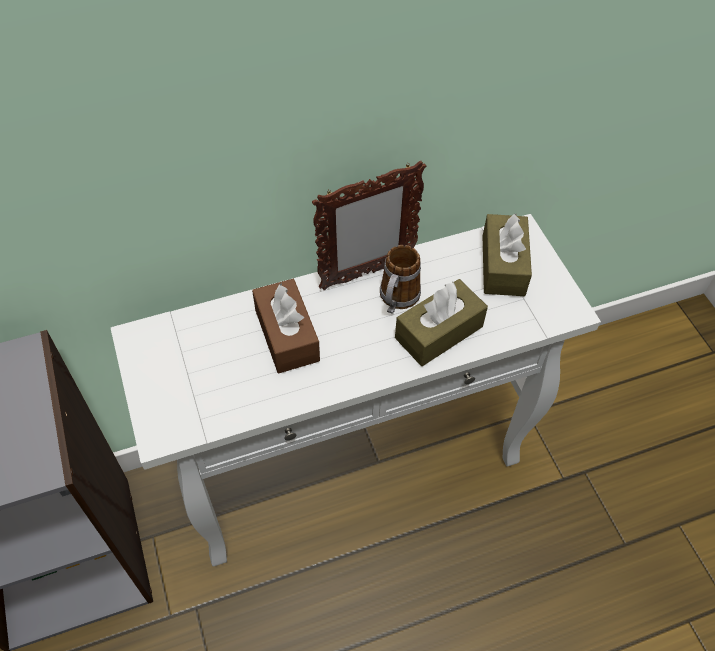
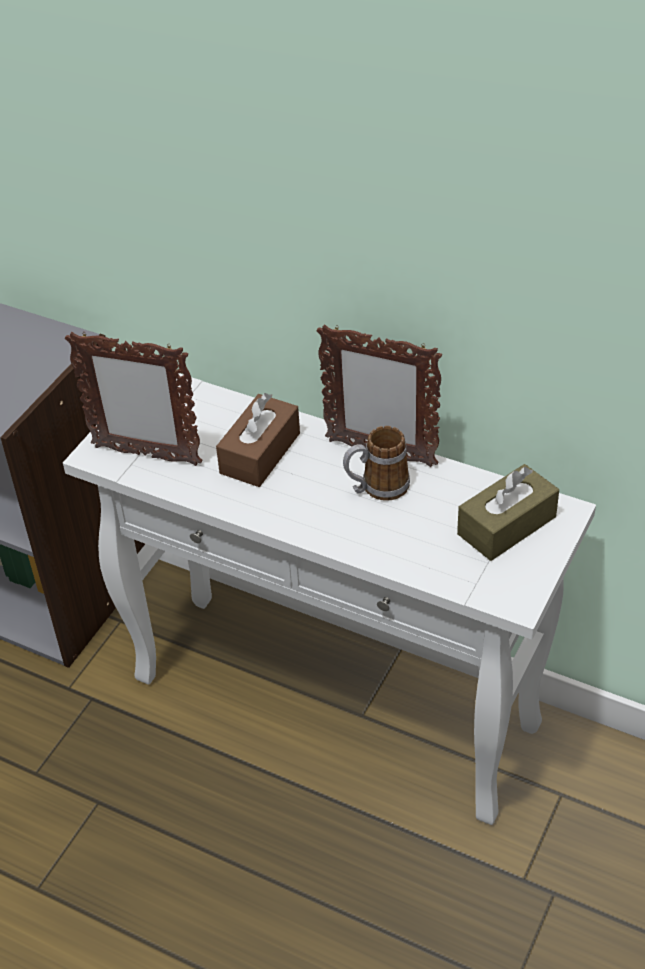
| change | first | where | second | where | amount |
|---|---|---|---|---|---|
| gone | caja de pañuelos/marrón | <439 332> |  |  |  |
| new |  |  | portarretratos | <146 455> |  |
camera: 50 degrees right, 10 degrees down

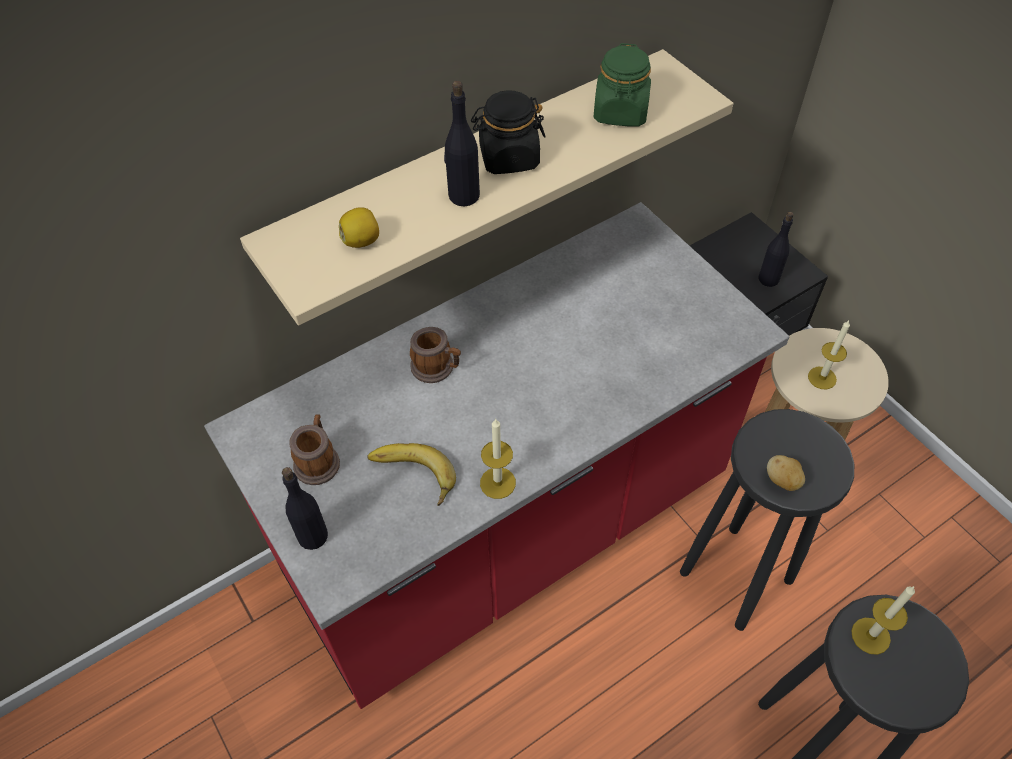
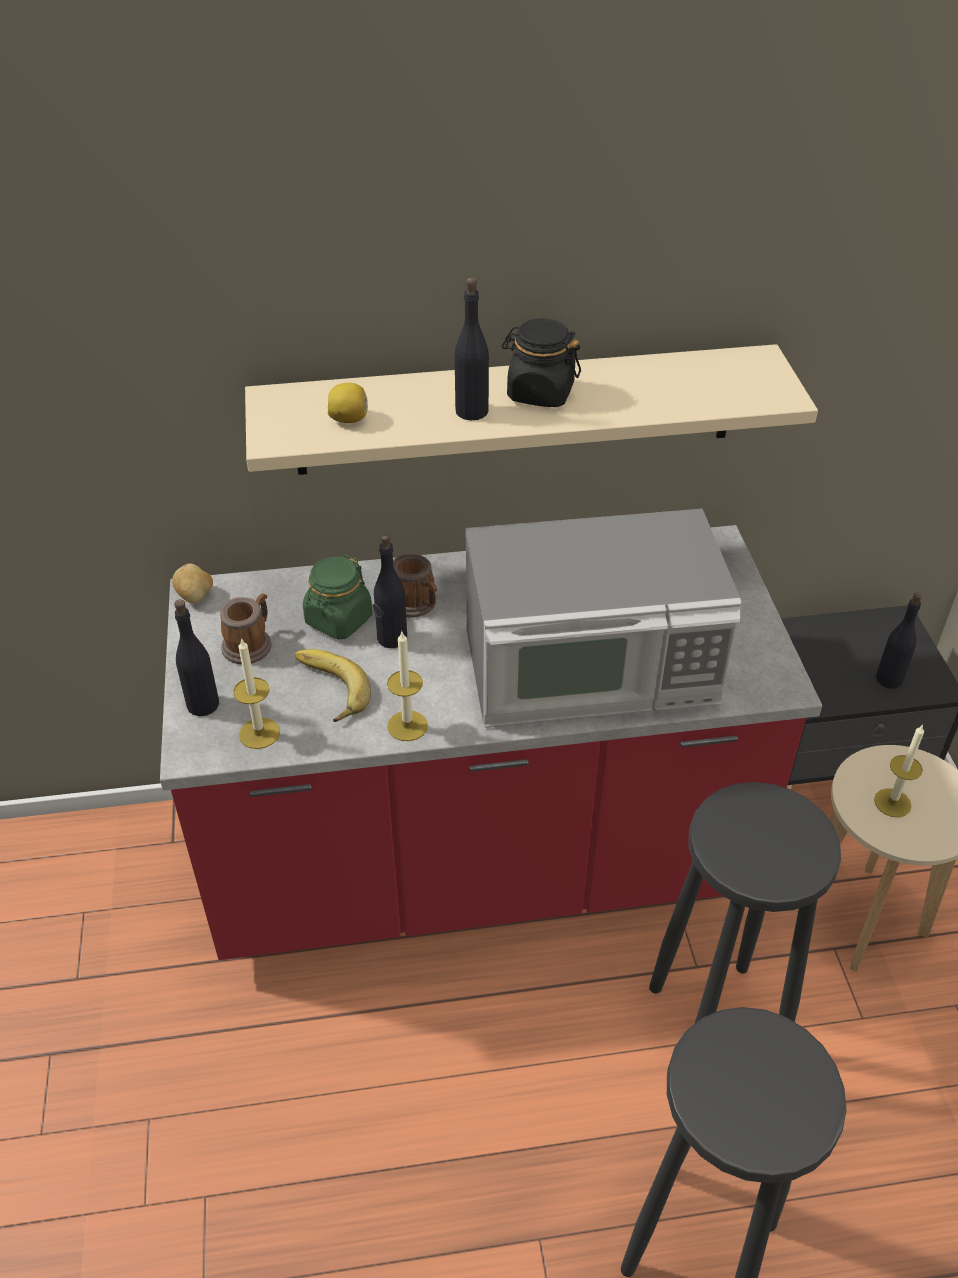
| change | first | where | second | where | amount |
|---|---|---|---|---|---|
| shifted | tarro/verde | <620 112> |  | <338 620> |  |
| shifted | patata | <782 481> |  | <195 596> |  |
| shifted | vela | <870 636> |  | <259 733> |  |
| new |  |  | microondas | <592 669> |  |
| new |  |  | botella/negro | <391 638> |  |
camera: 25 degrees right, 10 degrees down

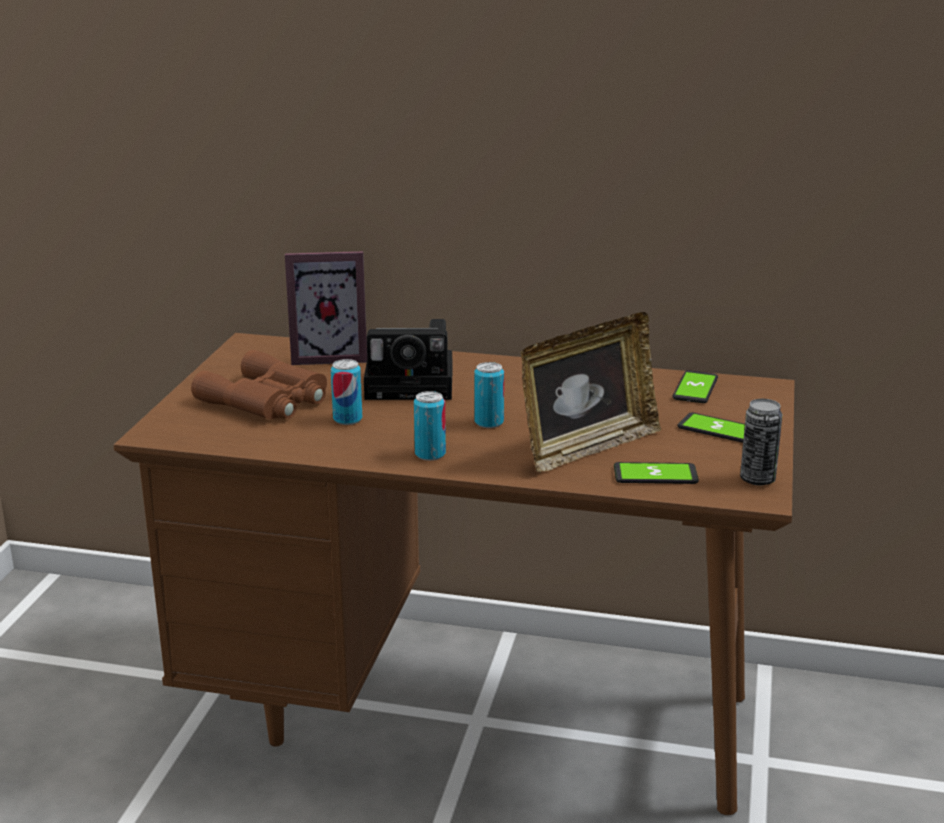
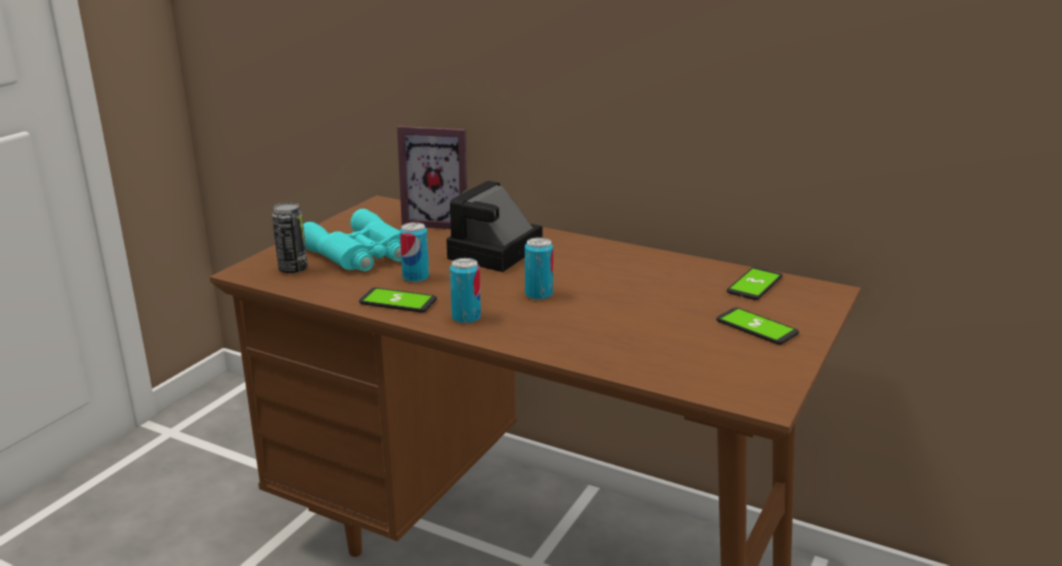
| change | first | where | second | where | amount |
|---|---|---|---|---|---|
| gone | portarretratos | <587 447> |  |  |  |
| rotated | cámara | <414 385> |  | <494 253> | 105 degrees clockwise |
| repainted | prismáticos/marrón | <267 400> | prismáticos/turquesa | <360 253> |  |
| shifted | lata | <757 480> |  | <293 269> |  |
| shifted | móvil | <655 475> |  | <398 301> |  |
camera: 15 degrees right, 0 degrees up

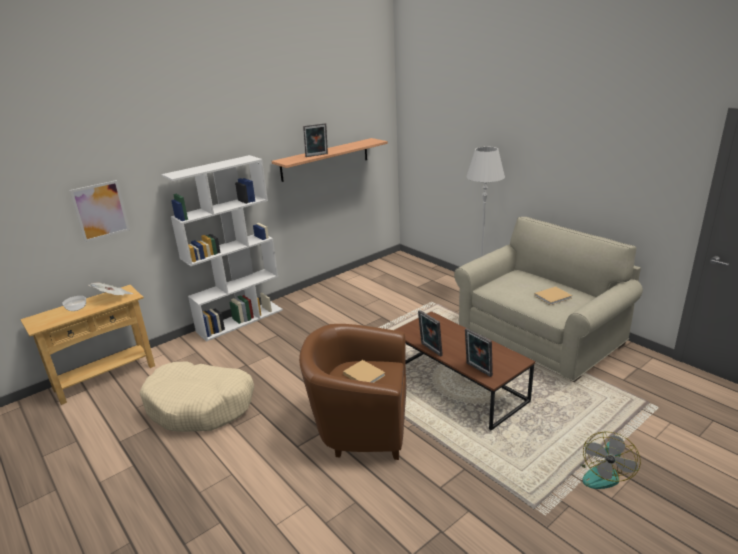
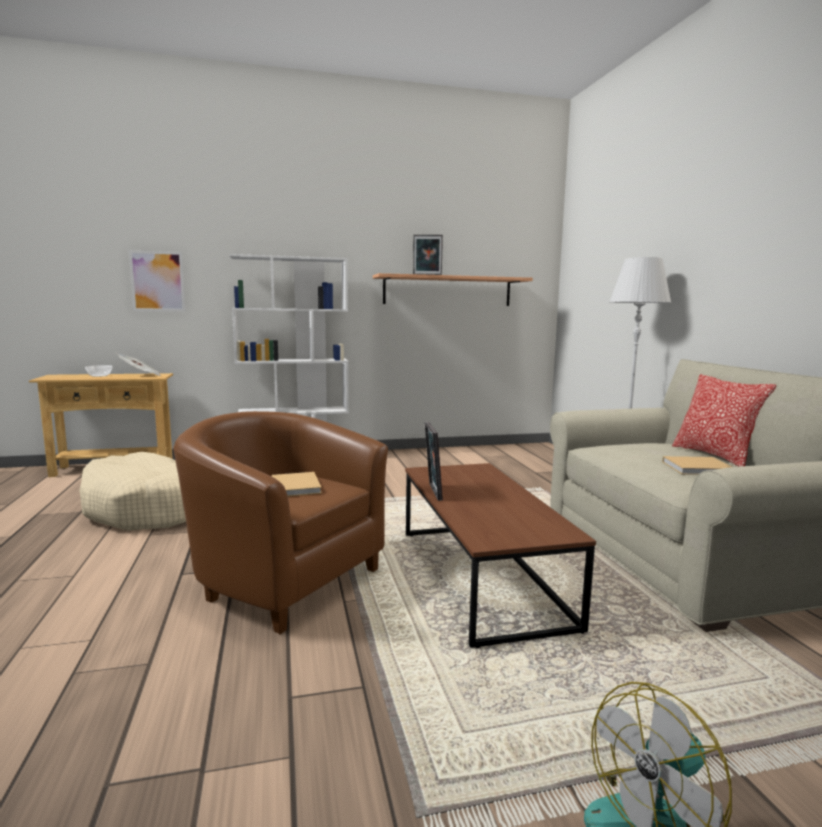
| change | first | where | second | where | amount |
|---|---|---|---|---|---|
| gone | portarretratos | <477 370> |  |  |  |
| new |  |  | cojín | <714 455> |  |
camera: 25 degrees right, 15 degrees down

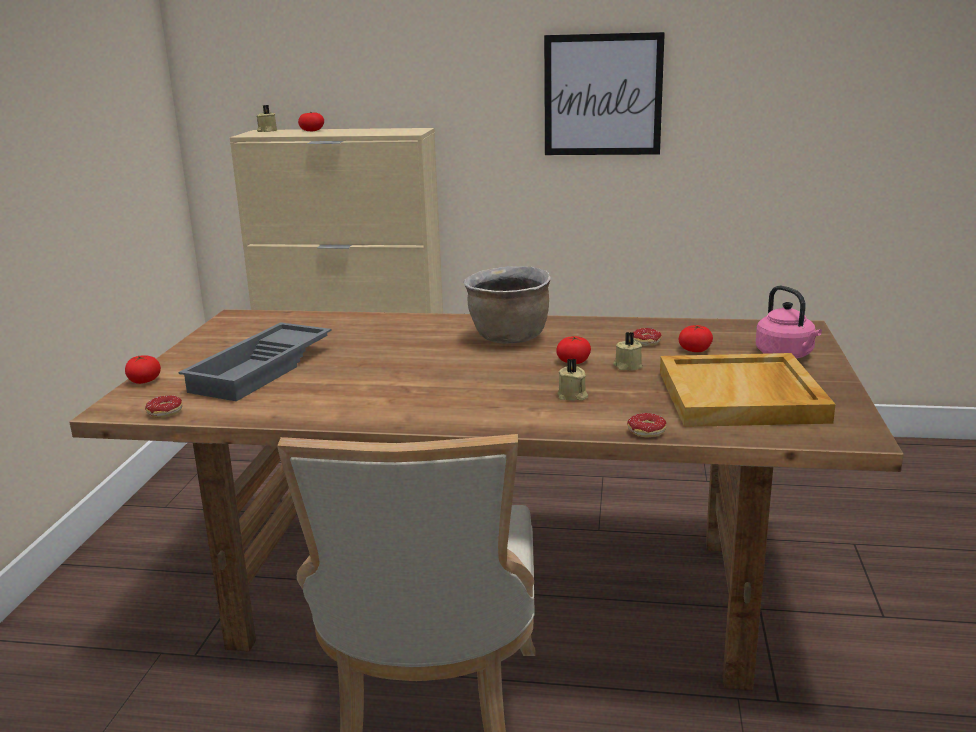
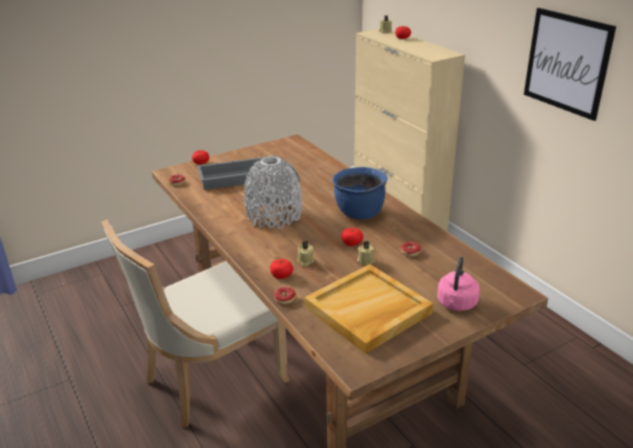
| change | first | where | second | where | amount |
|---|---|---|---|---|---|
| repainted | olla/marrón | <509 338> | olla/azul | <359 213> |  |
| shifted | tomate | <695 349> |  | <281 275> |  |
| new |  |  | florero/gris | <274 215> |  |
camera: 50 degrees right, 10 degrees up

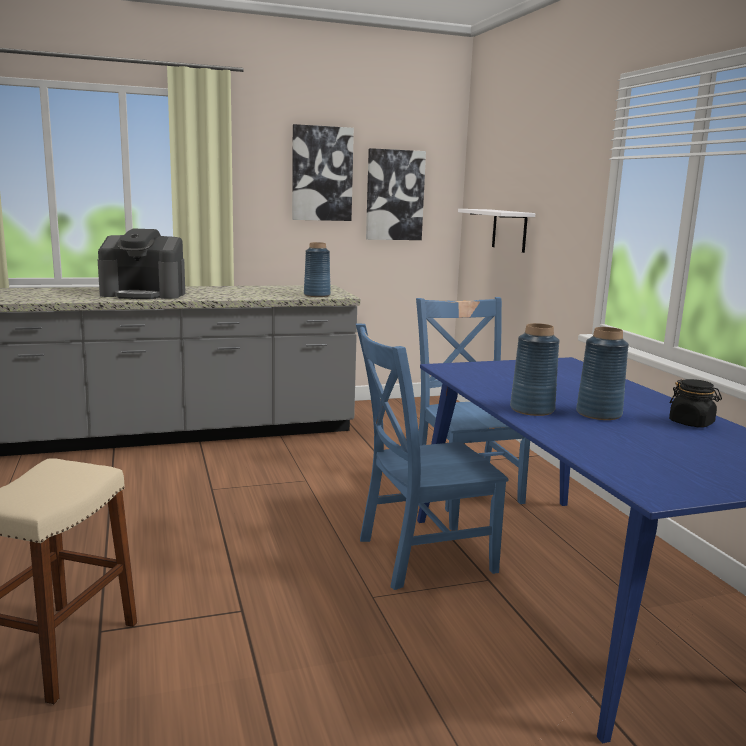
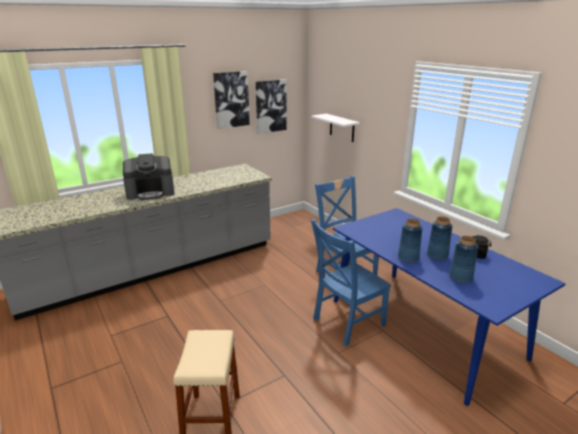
| change | first | where | second | where | amount |
|---|---|---|---|---|---|
| shifted | florero/azul | <317 295> |  | <460 277> |  |
camera: 15 degrees left, 10 degrees up

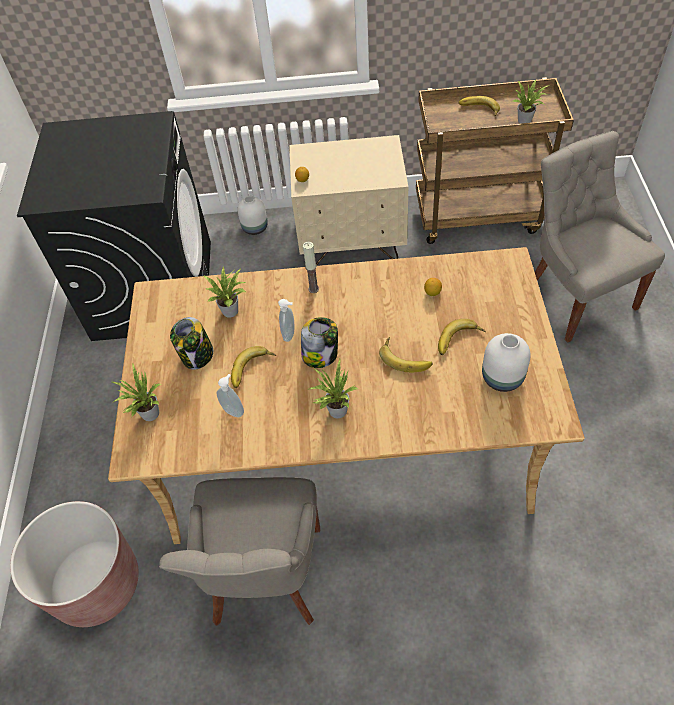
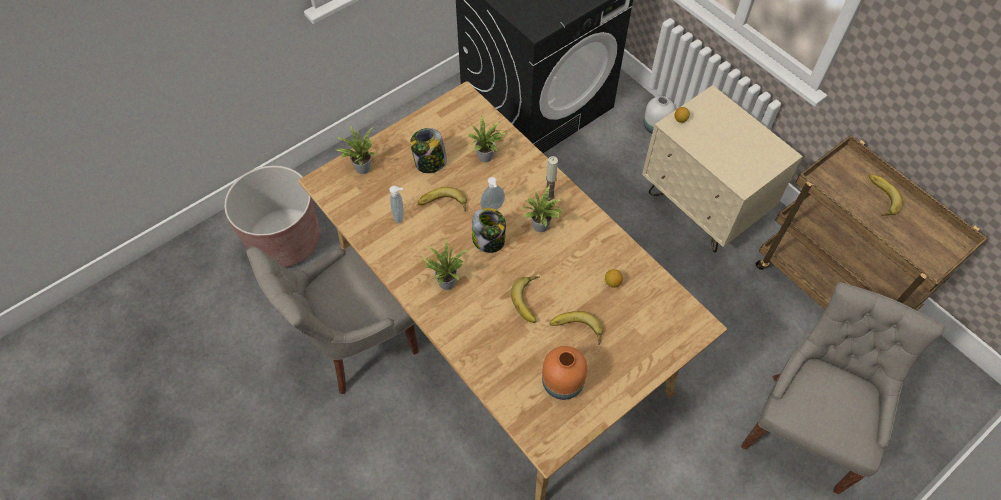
| change | first | where | second | where | amount |
|---|---|---|---|---|---|
| shifted | planta en maceta | <526 120> |  | <541 227> |  |
| repainted | florero/blanco | <503 379> | florero/naranja | <561 384> |  |
camera: 50 degrees right, 5 degrees up

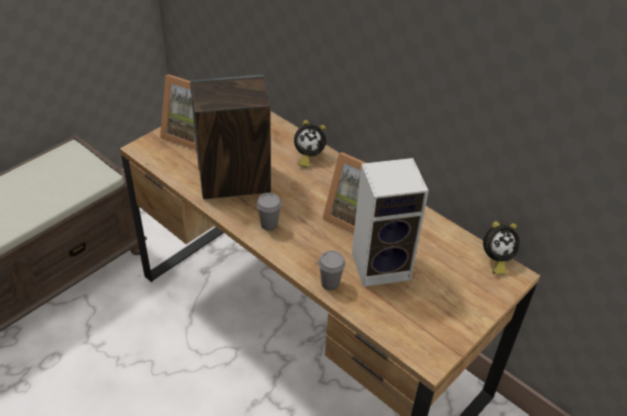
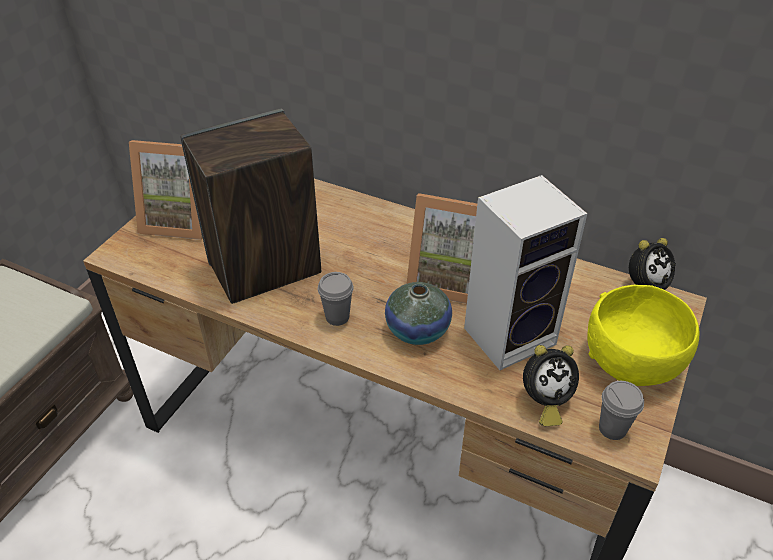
| change | first | where | second | where | amount |
|---|---|---|---|---|---|
| shifted | despertador | <308 157> |  | <544 402> |  |
| shifted | taza/gris | <330 283> |  | <612 429> |  |
| new |  |  | florero | <417 330> |  |
| new |  |  | cuenco/amarillo | <633 361> |  |
camera: 15 degrees left, 0 degrees up

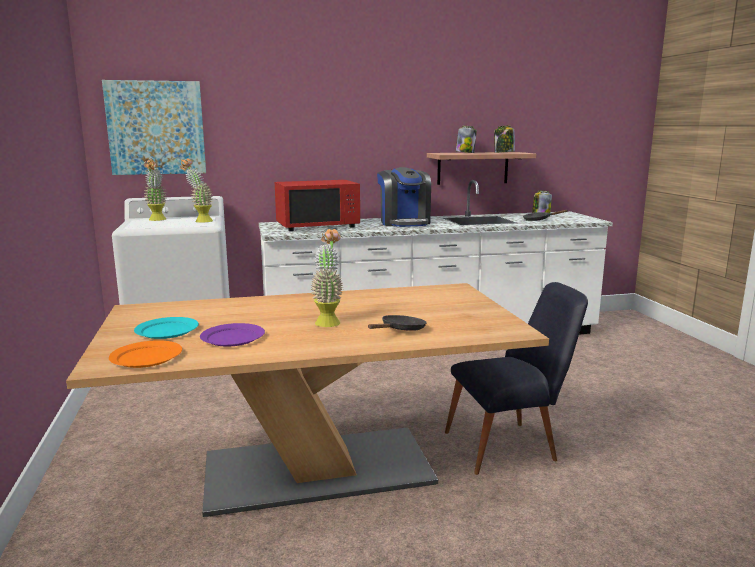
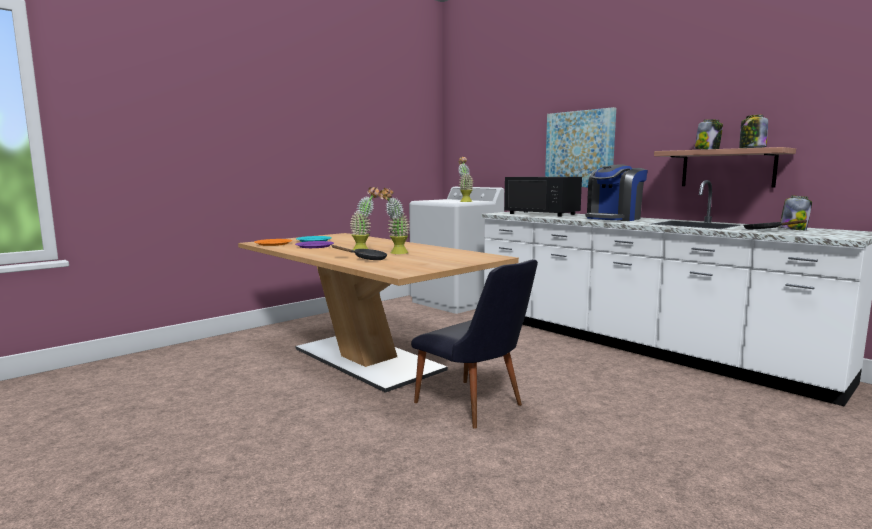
| change | first | where | second | where | amount |
|---|---|---|---|---|---|
| shifted | cuadro | <156 128> |  | <579 149> |  |
| shifted | planta en maceta | <157 220> |  | <395 253> |  |
| repainted | microondas/rojo | <317 226> | microondas/negro | <542 214> |  |
camera: 60 degrees right, 5 degrees down

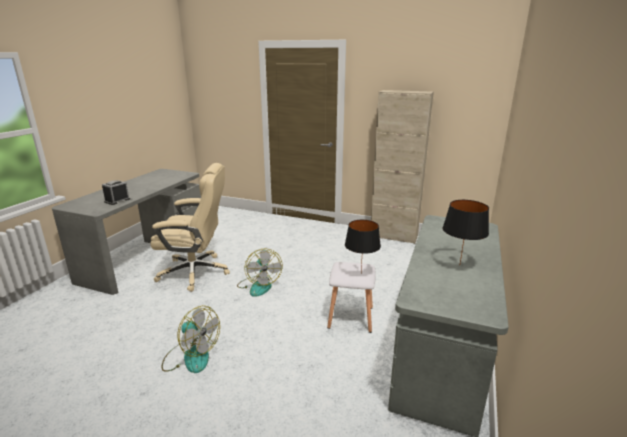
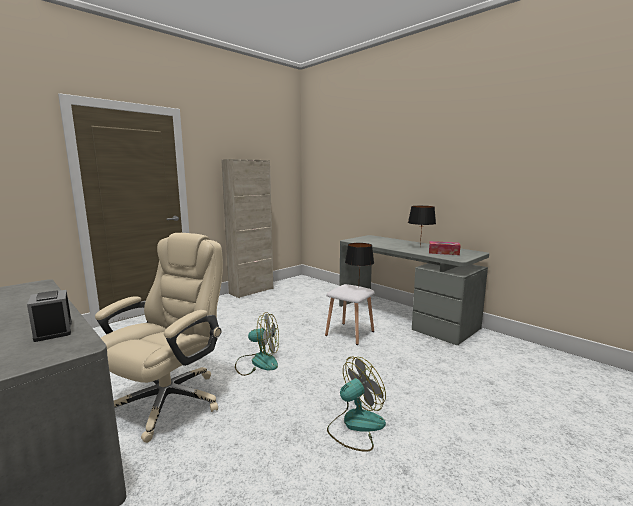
| change | first | where | second | where | amount |
|---|---|---|---|---|---|
| new |  |  | caja de pañuelos | <443 252> |  |
camera: 65 degrees left, 10 degrees down

